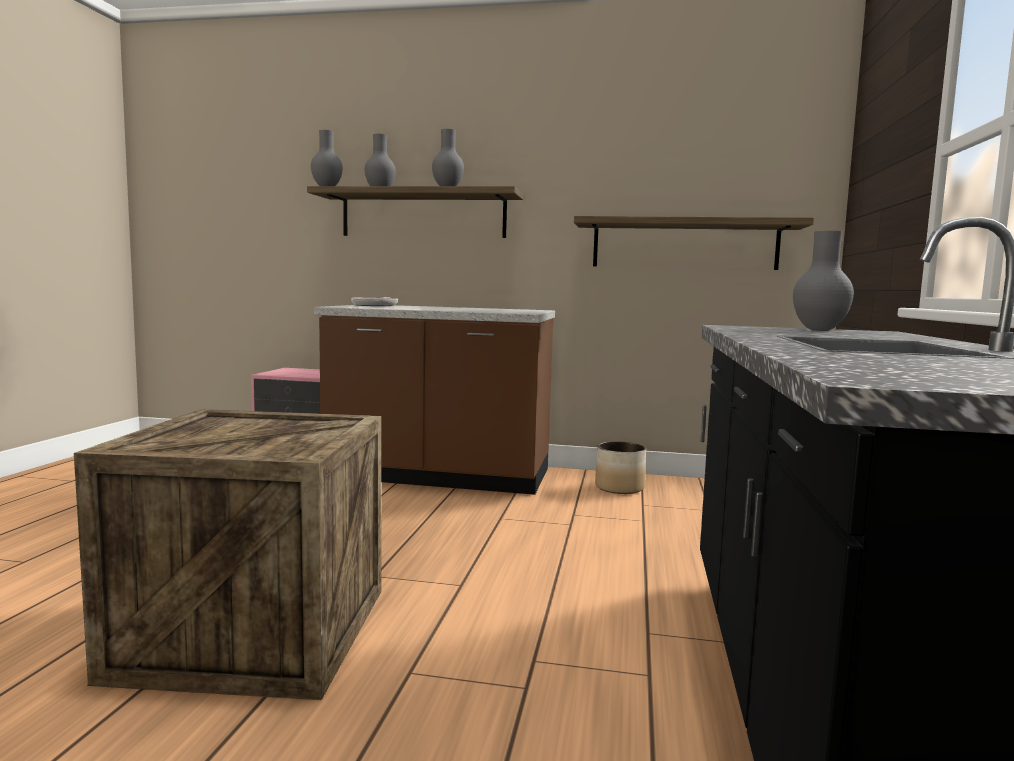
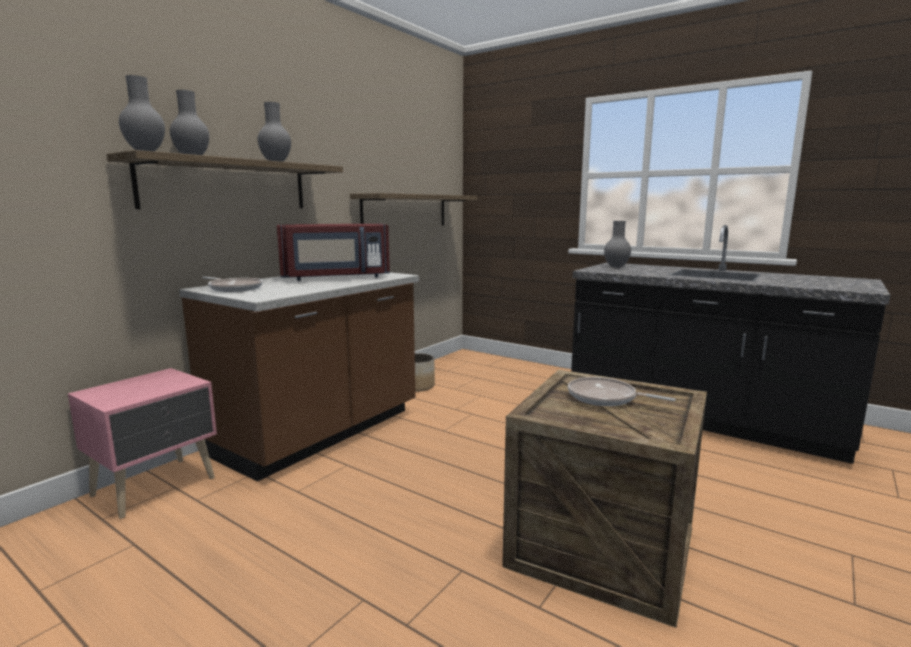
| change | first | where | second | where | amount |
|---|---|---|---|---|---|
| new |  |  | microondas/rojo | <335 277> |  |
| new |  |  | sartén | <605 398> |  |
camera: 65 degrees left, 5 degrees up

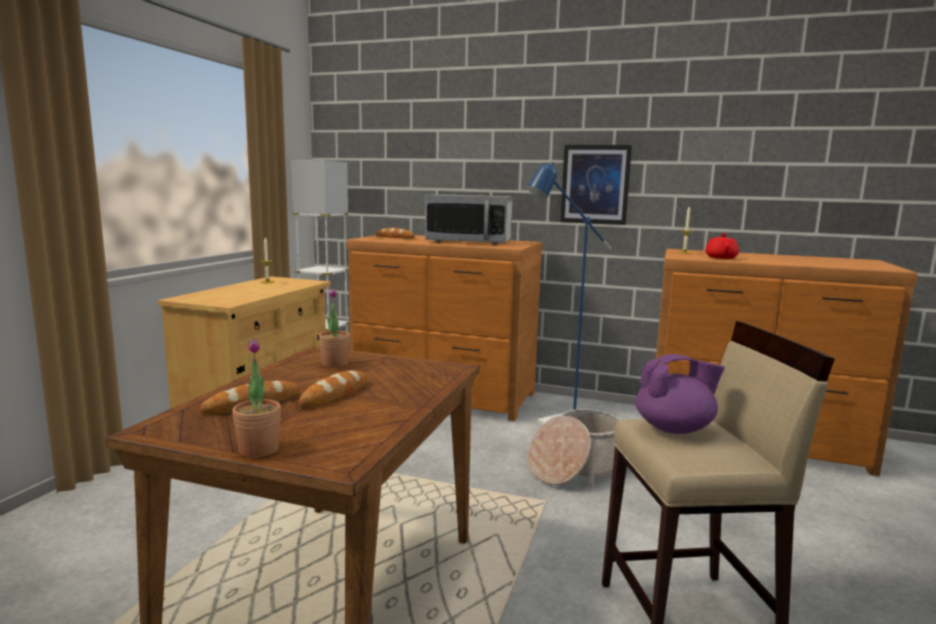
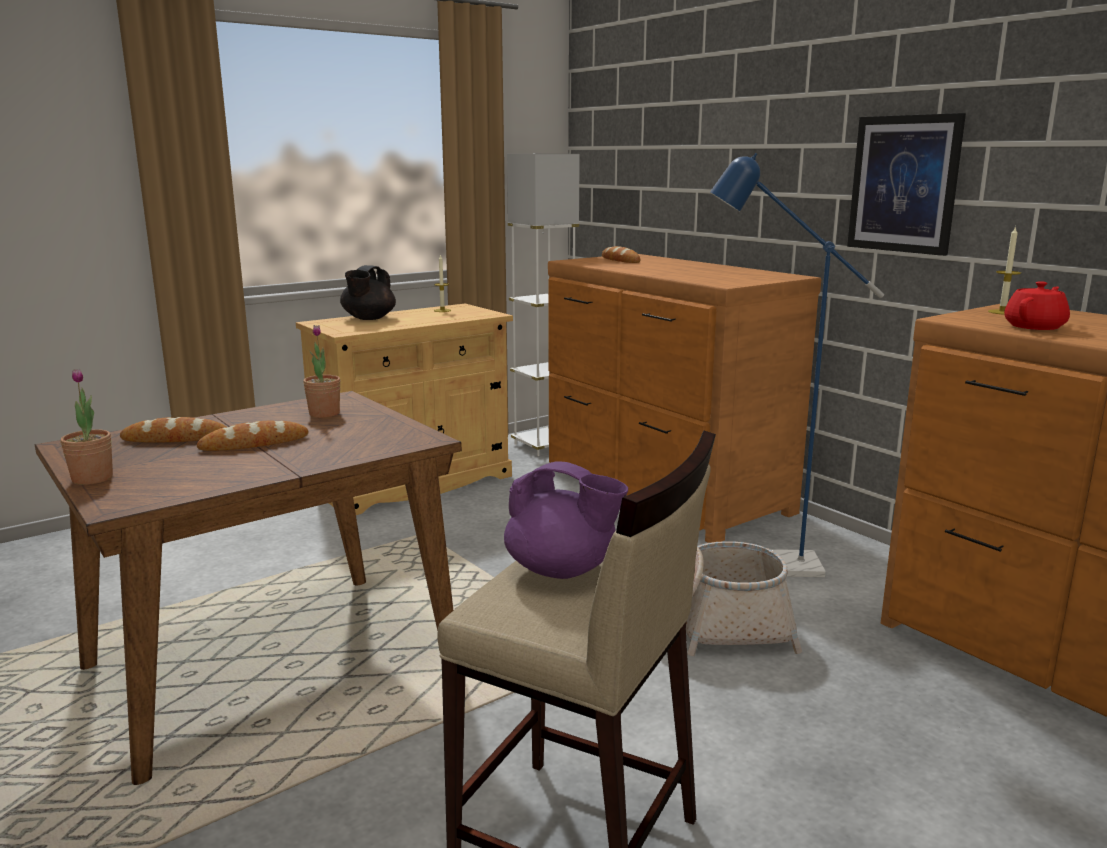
| change | first | where | second | where | amount |
|---|---|---|---|---|---|
| gone | microondas | <469 242> |  |  |  |
| new |  |  | tetera/negro | <368 318> |  |
camera: 35 degrees right, 5 degrees up

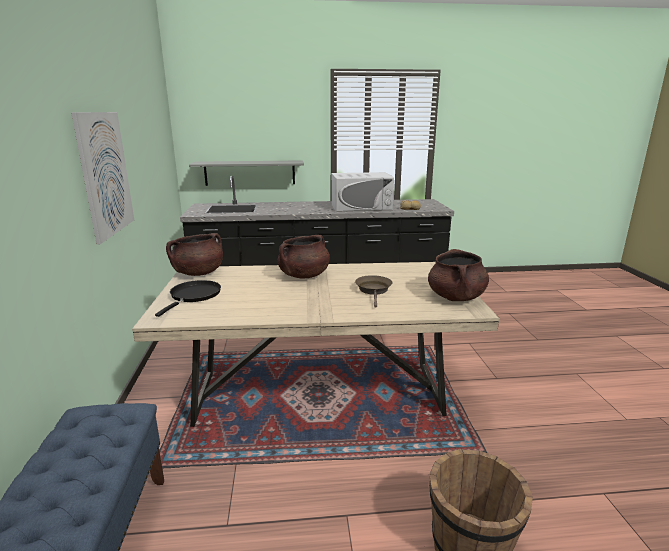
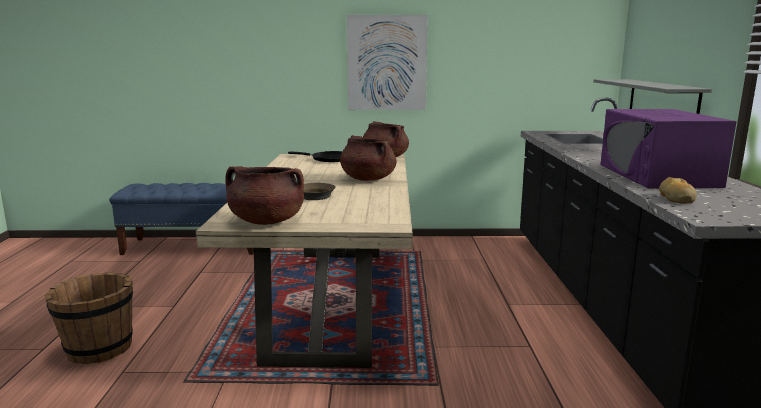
| change | first | where | second | where | amount |
|---|---|---|---|---|---|
| repainted | microondas/blanco | <361 207> | microondas/morado | <657 175> |  |
camera: 95 degrees right, 5 degrees down

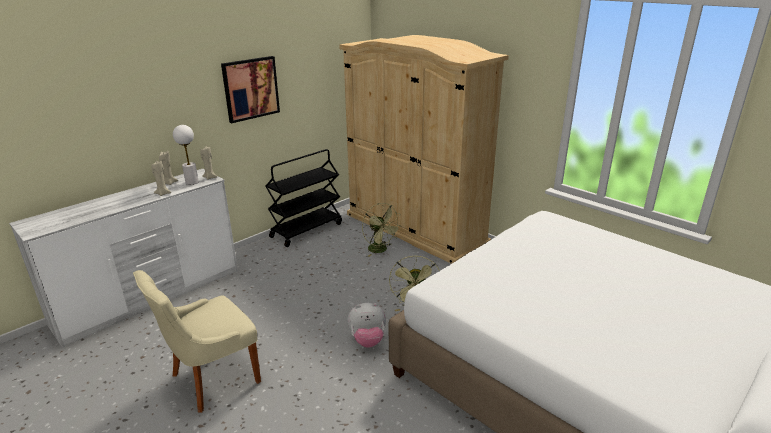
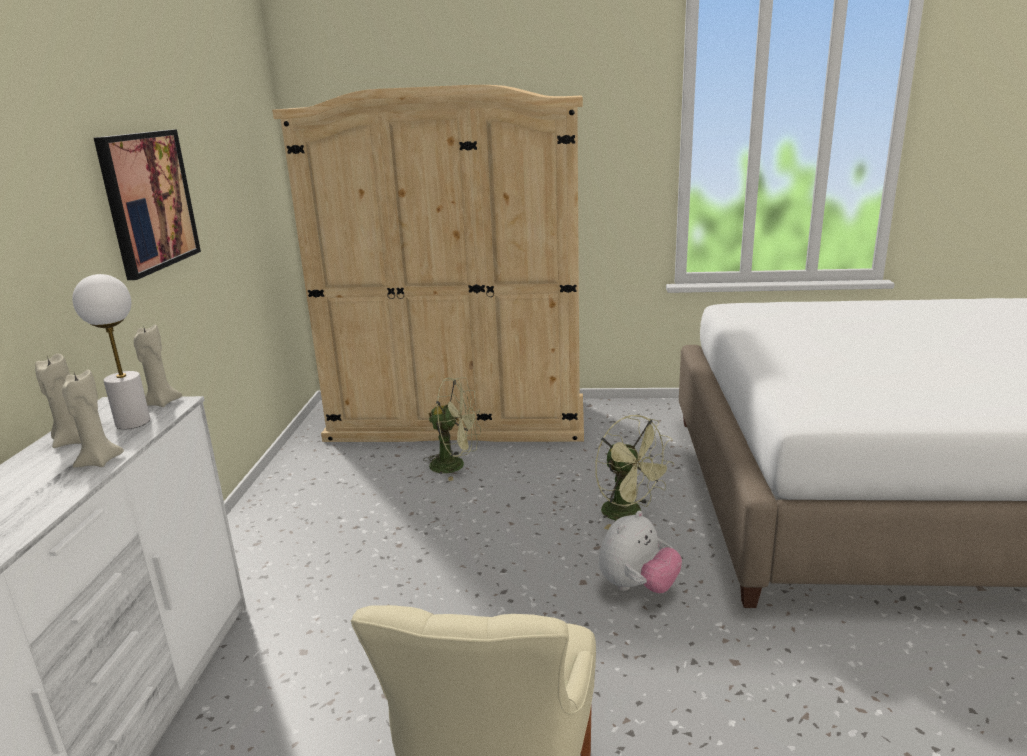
| change | first | where | second | where | amount |
|---|---|---|---|---|---|
| gone | carrito/negro | <306 230> |  |  |  |
camera: 40 degrees left, 5 degrees down

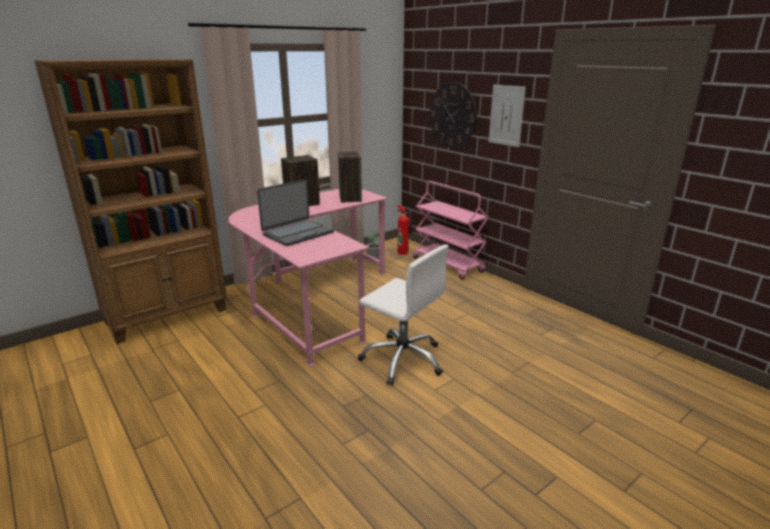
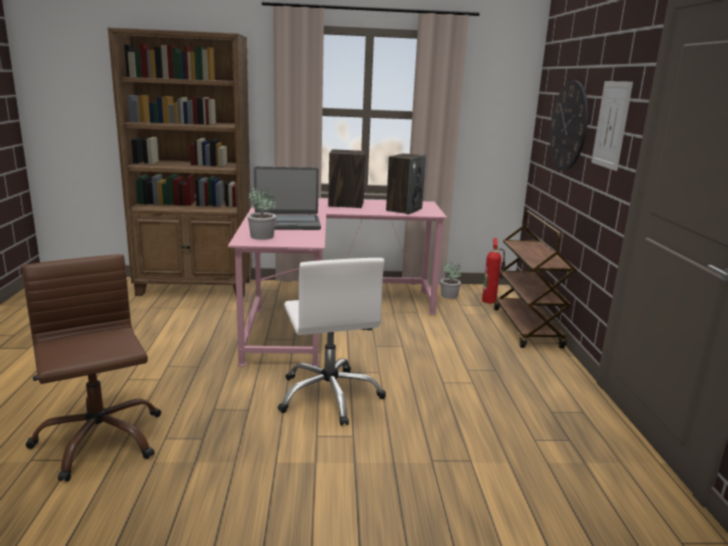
| change | first | where | second | where | amount |
|---|---|---|---|---|---|
| repainted | carrito/rosa | <448 265> | carrito/marrón | <527 328> |  |
| new |  |  | planta en maceta | <261 236> |  |
| new |  |  | silla de oficina/marrón | <99 440> |  |
camera: 35 degrees right, 5 degrees down

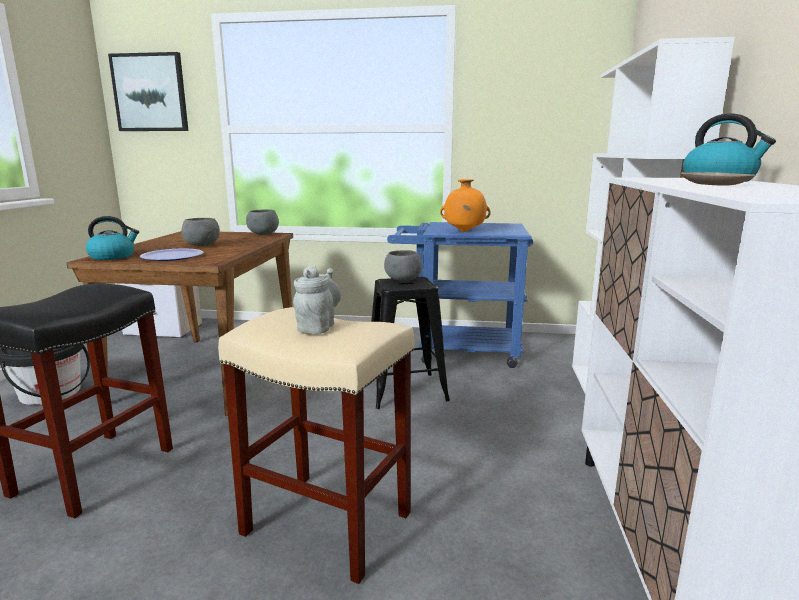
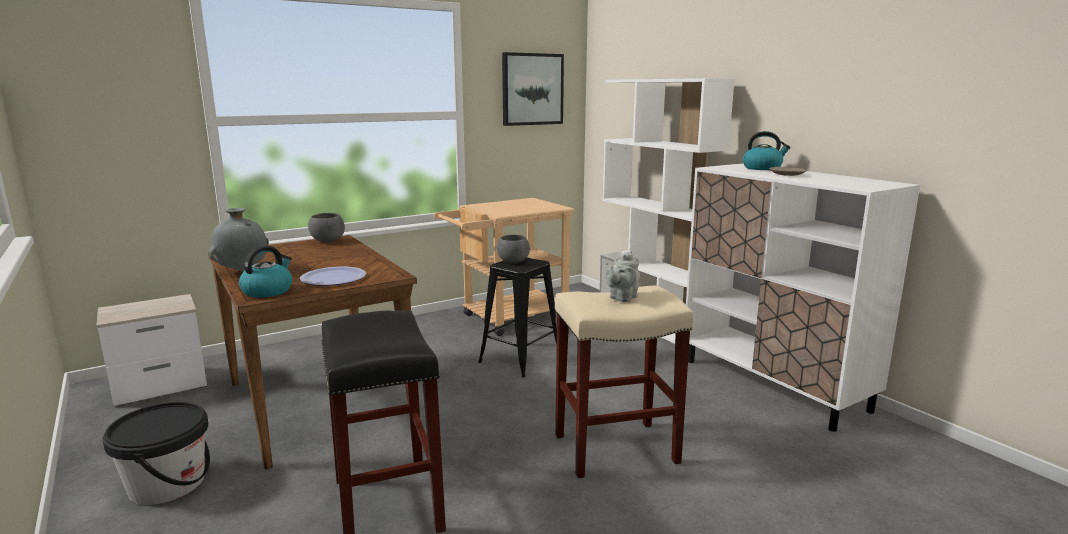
| change | first | where | second | where | amount |
|---|---|---|---|---|---|
| shifted | cuadro | <150 93> |  | <532 89> |  |
| gone | florero/naranja | <464 231> |  |  |  |
| gone | cuenco/gris | <202 246> |  |  |  |
| repainted | carrito/azul | <458 350> | carrito/beis | <507 319> |  |
| rotated | tetera/gris | <318 326> |  | <622 298> | 120 degrees counterclockwise |
| new |  |  | florero/gris | <243 271> |  |
camera: 40 degrees left, 0 degrees up

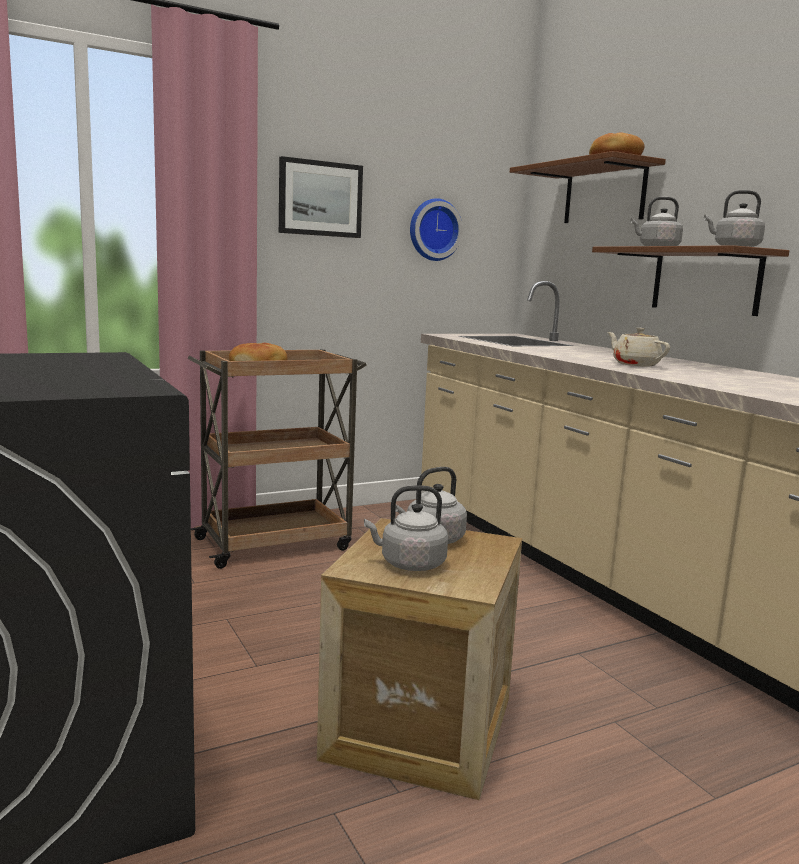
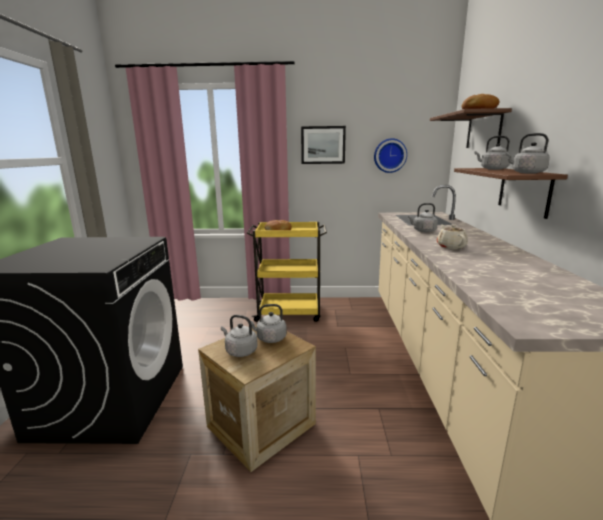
| change | first | where | second | where | amount |
|---|---|---|---|---|---|
| repainted | carrito/marrón | <276 543> | carrito/amarillo | <289 312> |  |
| new |  |  | hervidor/gris | <423 231> |  |
camera: 30 degrees right, 5 degrees up

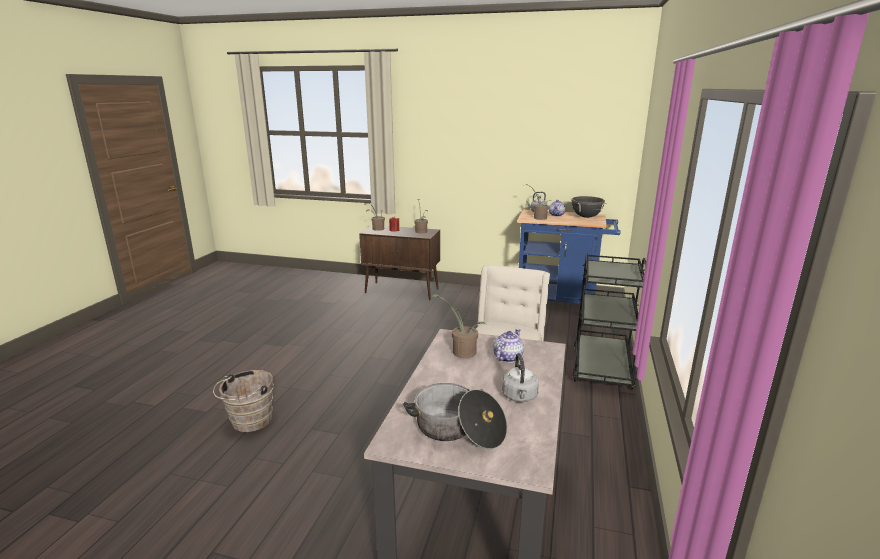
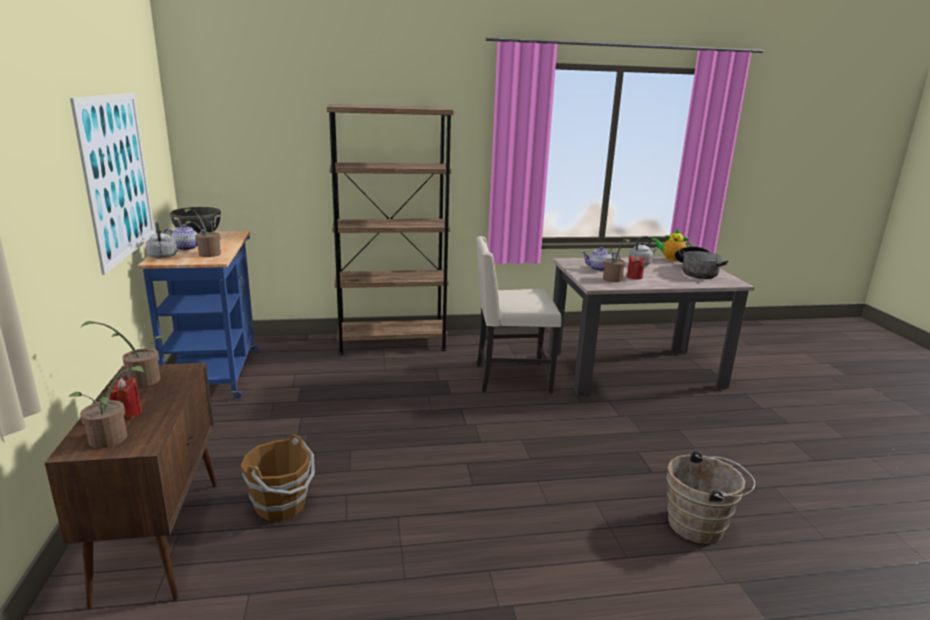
| change | first | where | second | where | amount |
|---|---|---|---|---|---|
| swapped | carrito/negro | <601 367> | estantería/marrón | <392 343> |  |
| new |  |  | cuadro | <118 177> |  |
| new |  |  | tetera | <671 259> |  |
| new |  |  | vela/rojo | <634 277> |  |
| new |  |  | cubo/marrón | <282 505> |  |
camera: 115 degrees left, 0 degrees up

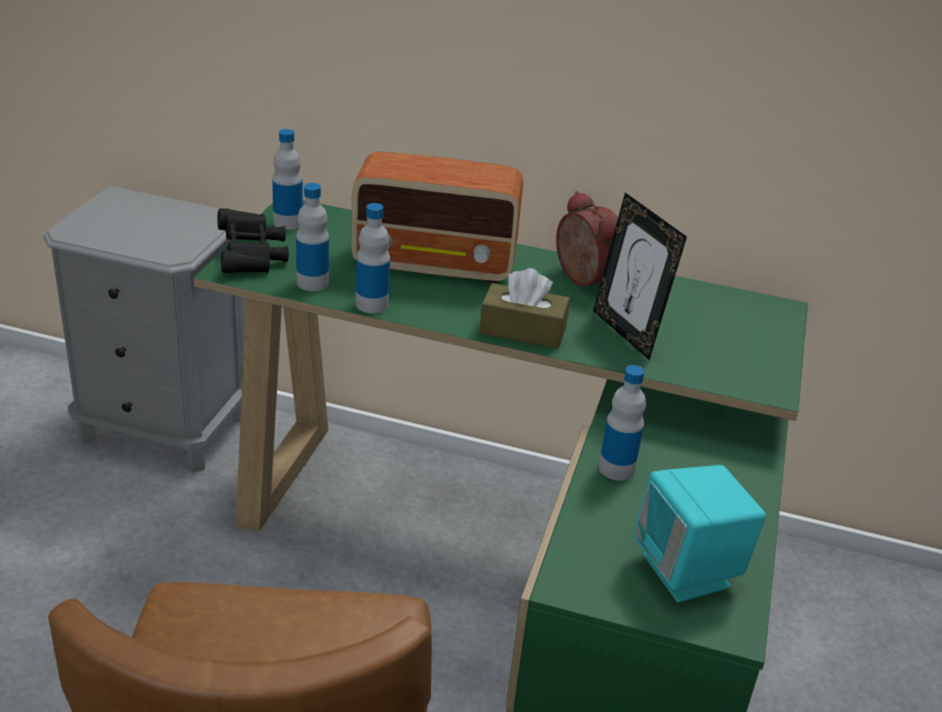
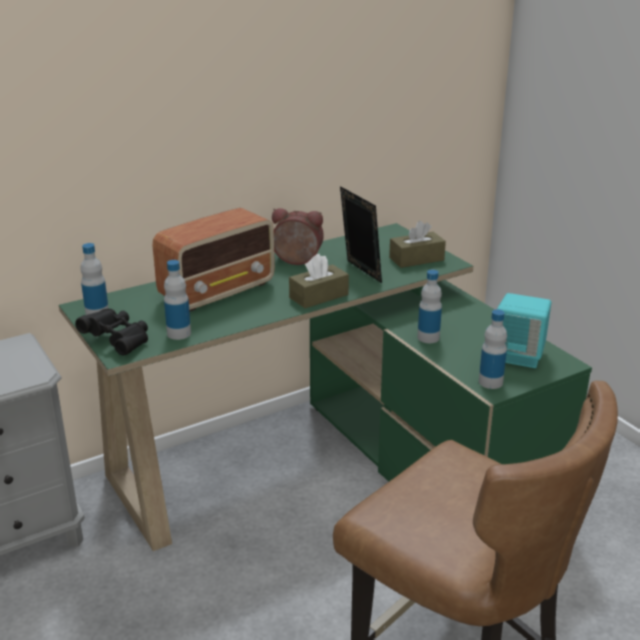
| change | first | where | second | where | amount |
|---|---|---|---|---|---|
| rotated | portarretratos | <627 333> |  | <360 272> | 135 degrees counterclockwise |
| shifted | botella | <372 304> |  | <490 382> |  |
| new |  |  | caja de pañuelos/marrón | <416 259> |  |
camera: 45 degrees left, 5 degrees down

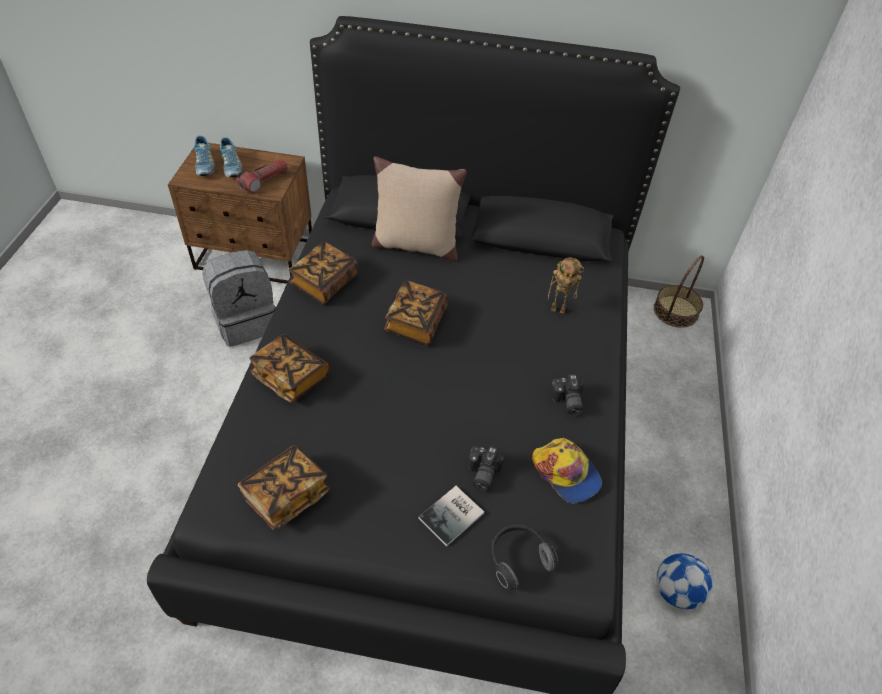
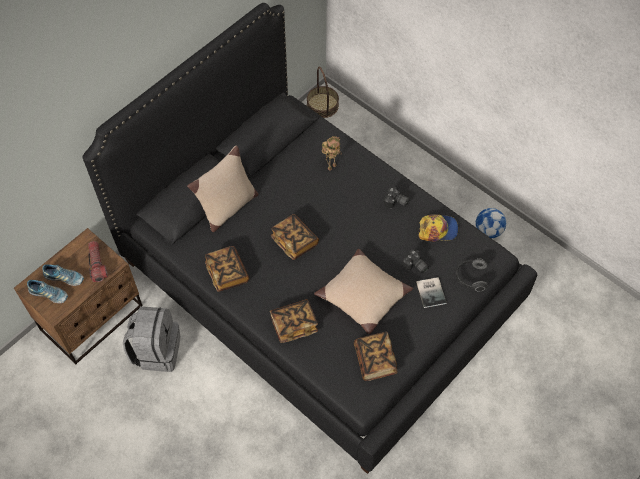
| change | first | where | second | where | amount |
|---|---|---|---|---|---|
| new |  |  | cojín/beis | <363 296> |  |
camera: 55 degrees left, 10 degrees up

